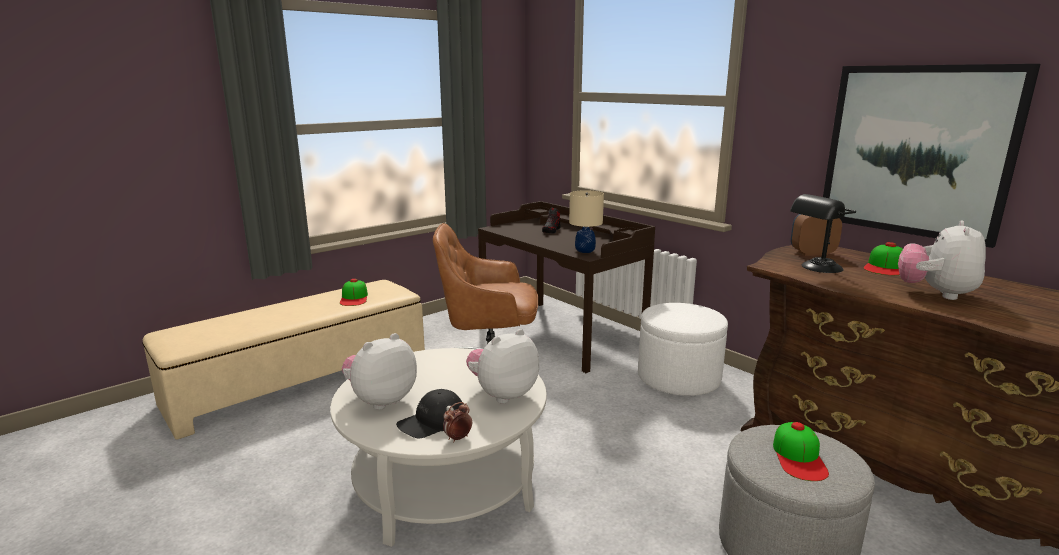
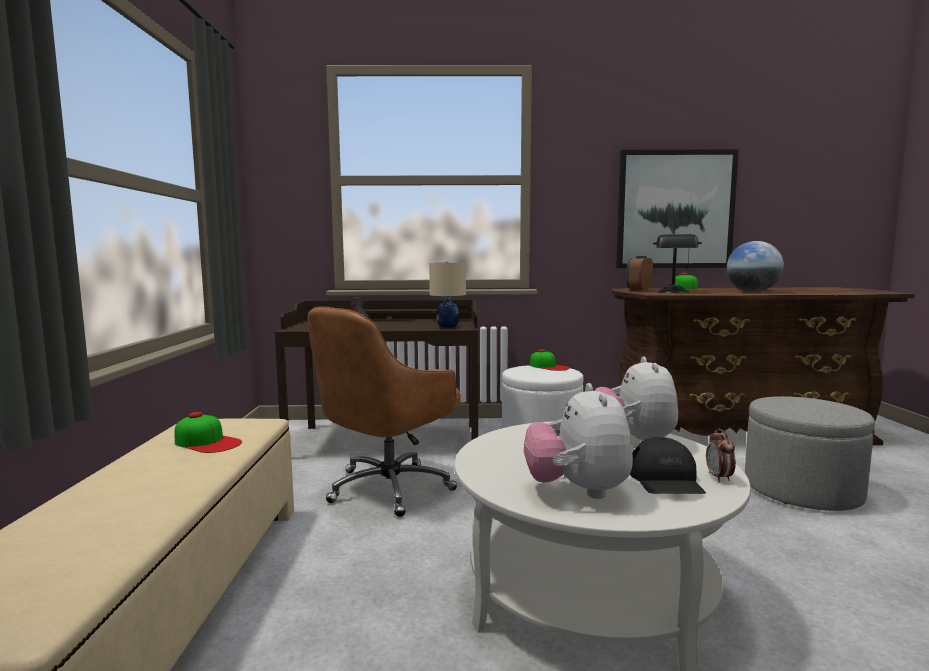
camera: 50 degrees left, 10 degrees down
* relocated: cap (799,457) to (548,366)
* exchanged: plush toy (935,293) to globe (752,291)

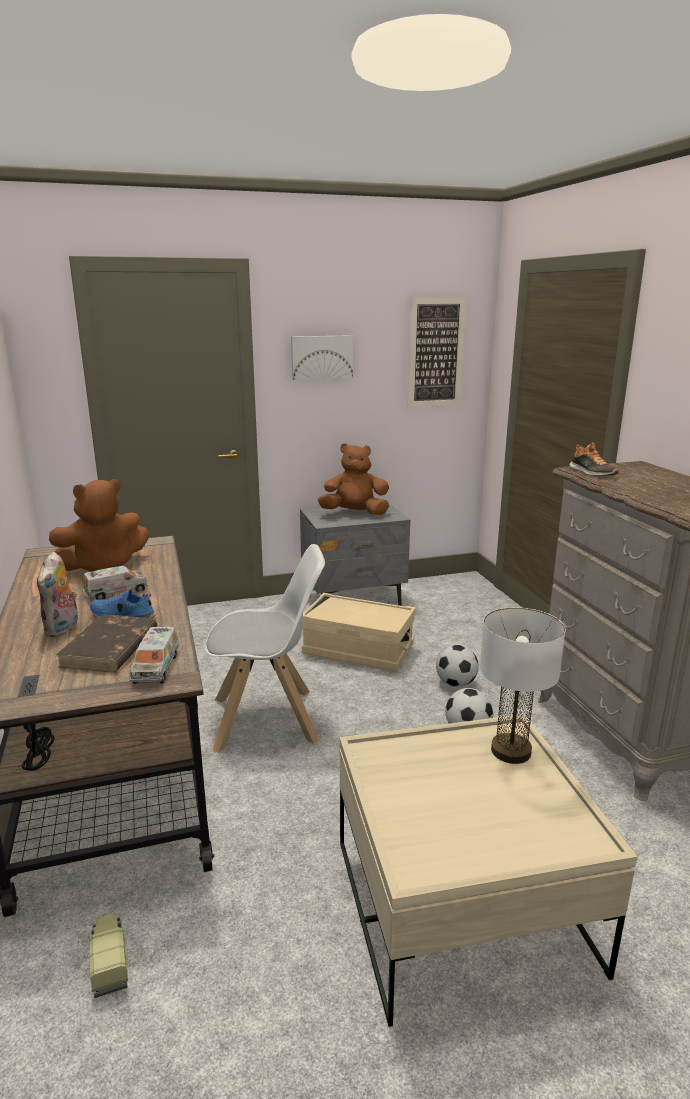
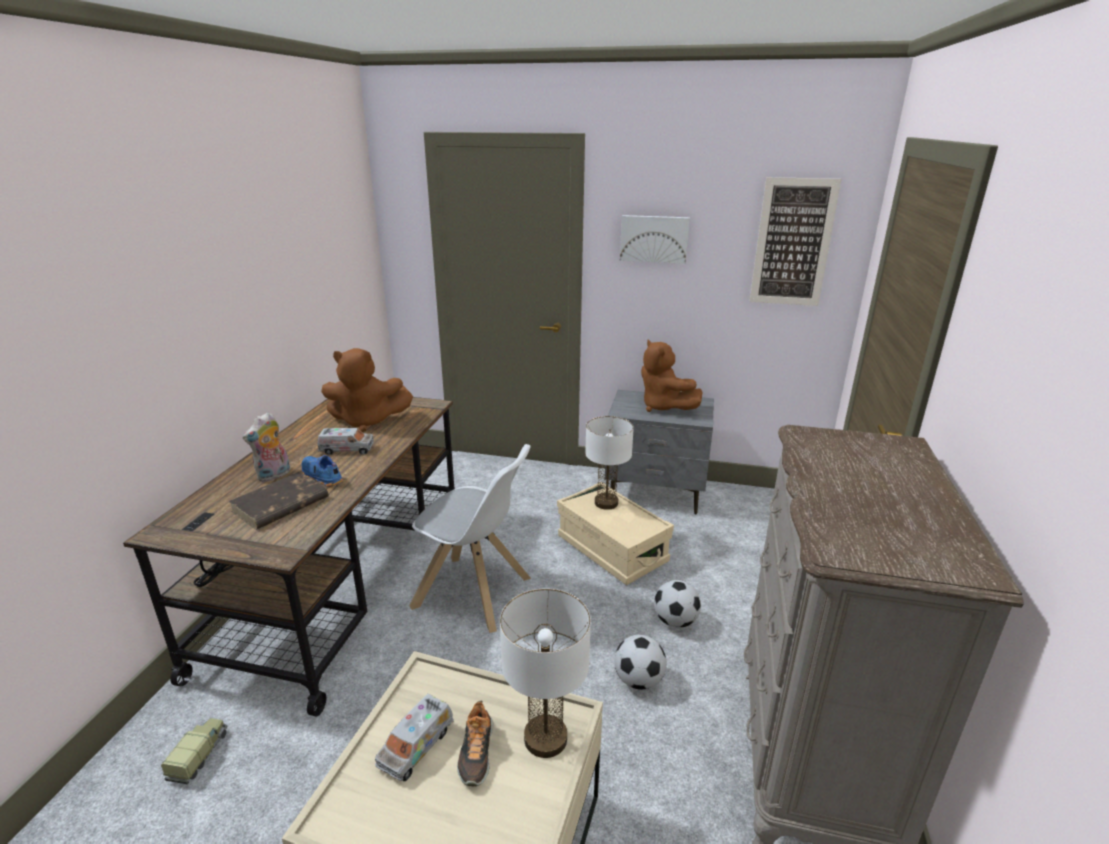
camera: 30 degrees right, 5 degrees up
* appeared: table lamp (606,502)
* relocated: toy truck (156,667) to (416,746)
* relocated: shoe (591,473) to (476,753)
* spun: brown plush toy (355,513) = (663,407) 150 degrees counterclockwise

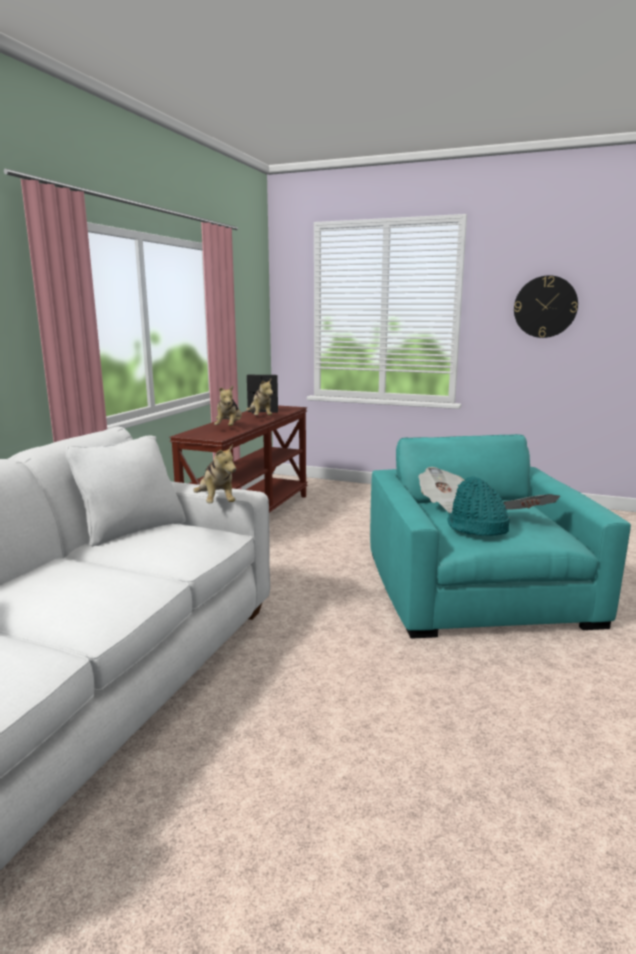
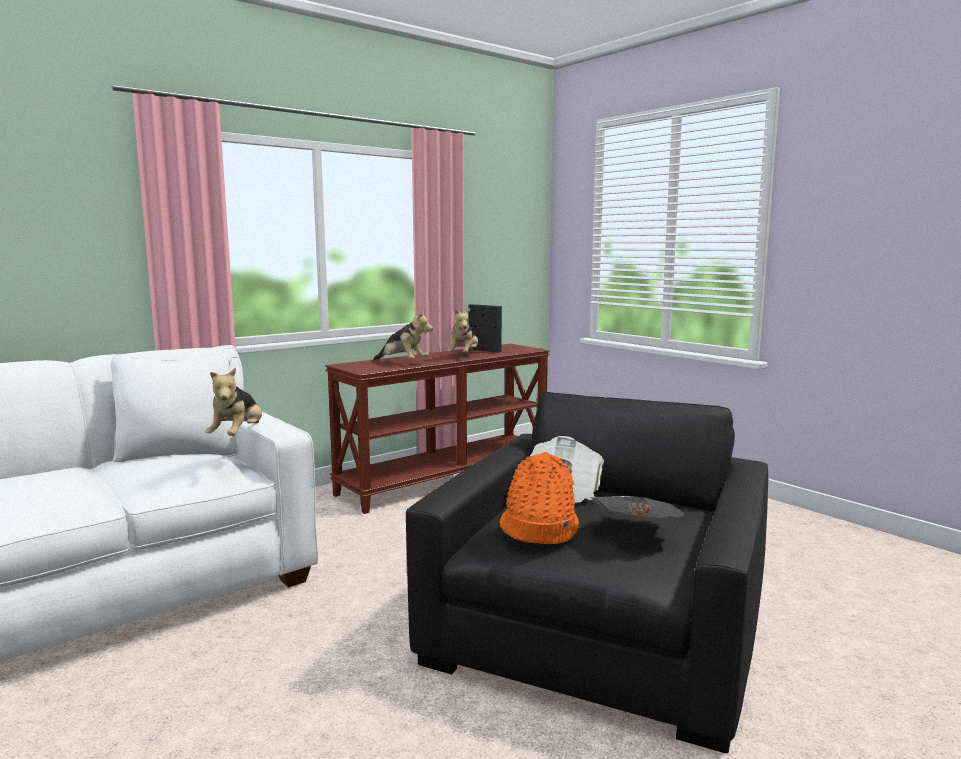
camera: 30 degrees right, 5 degrees down
* missing: wall clock (545,307)
* colour: turquoise armchair (476,587) to black armchair (599,627)
* colour: turquoise hat (476,528) to orange hat (538,529)
* spun: plush toy (229,428) = (403,362) 90 degrees counterclockwise

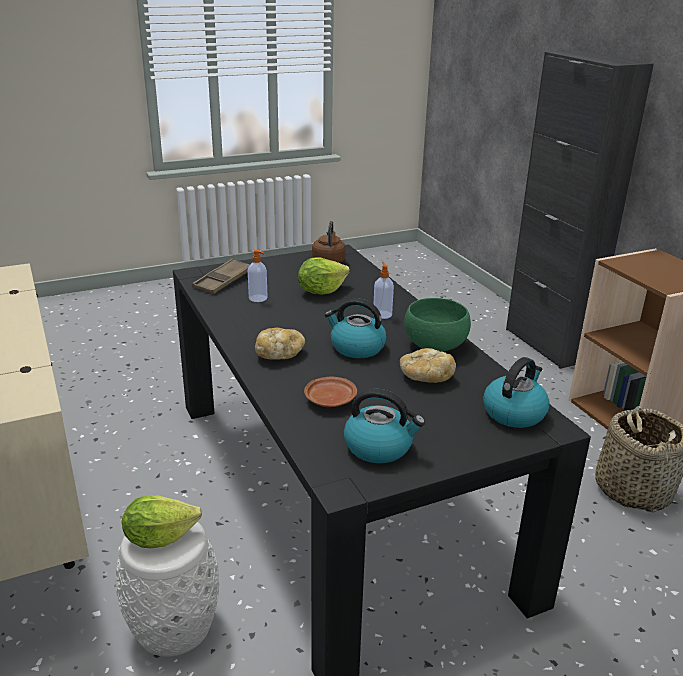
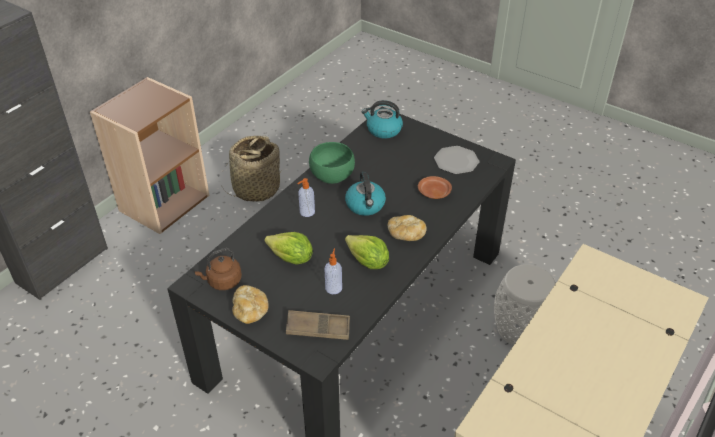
camera: 120 degrees left, 15 degrees up
* relocated: lettuce (159,537) to (368,262)
* relocated: bread (425,377) to (250,311)
* exchanged: kettle (379,447) to plate (456,161)

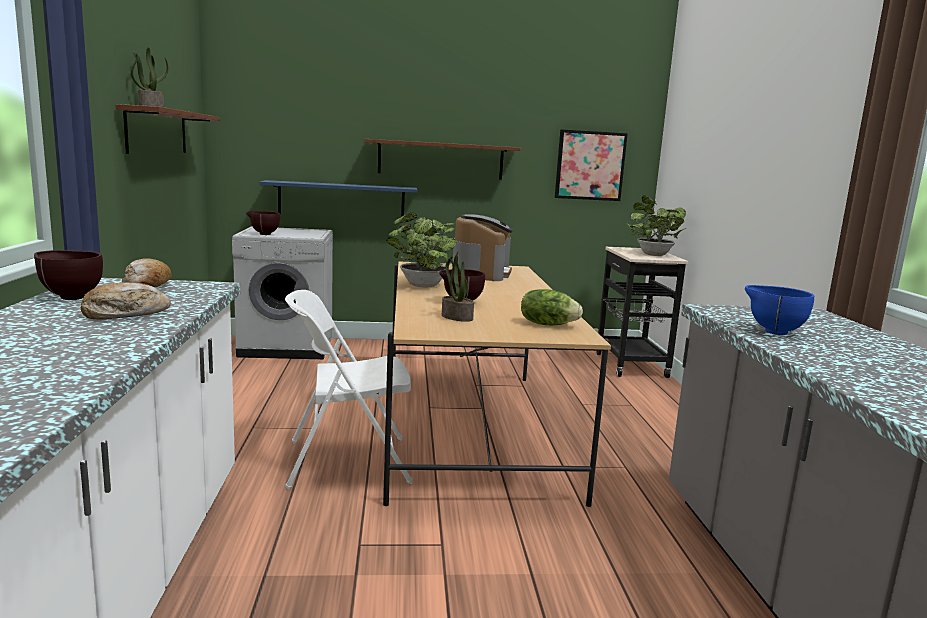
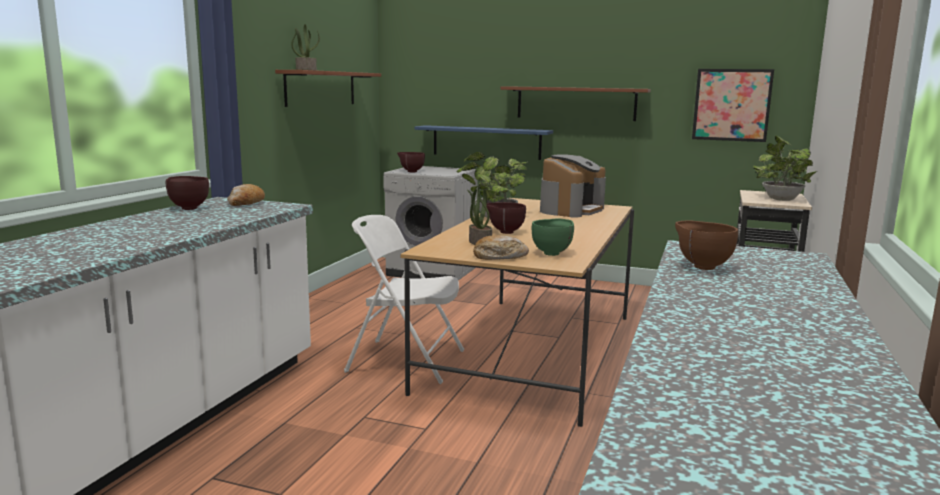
camera: 25 degrees right, 0 degrees up
* relocated: bread (125,314) to (499,256)
* exchanged: lettuce (547,324) to green bowl (553,253)
* colour: blue bowl (772,332) to brown bowl (701,267)

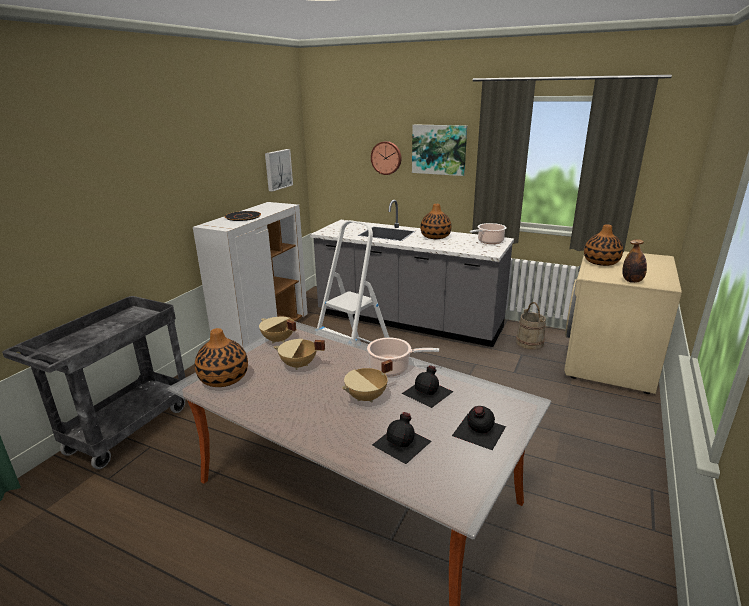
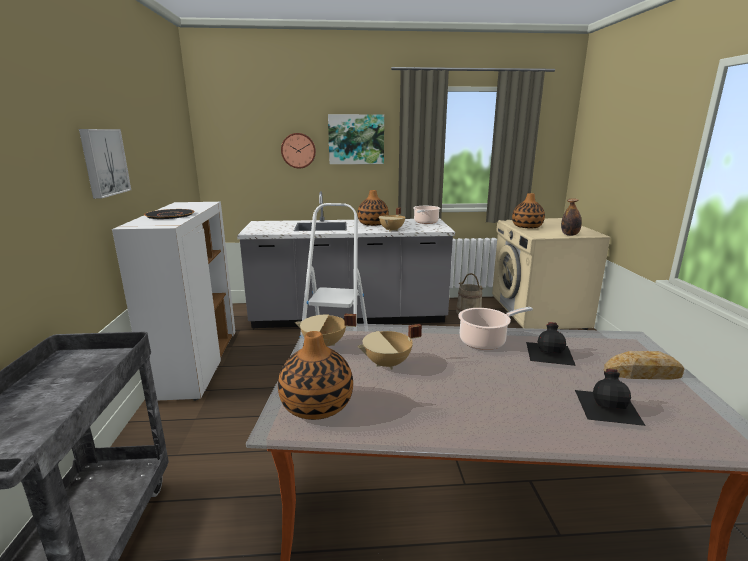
camera: 30 degrees left, 5 degrees down
* relocated: picture (277,169) to (103,162)
* relocated: beige cooking pot (367,397) to (392,230)
* exchanged: black bottle (478,431) to bread (642,373)

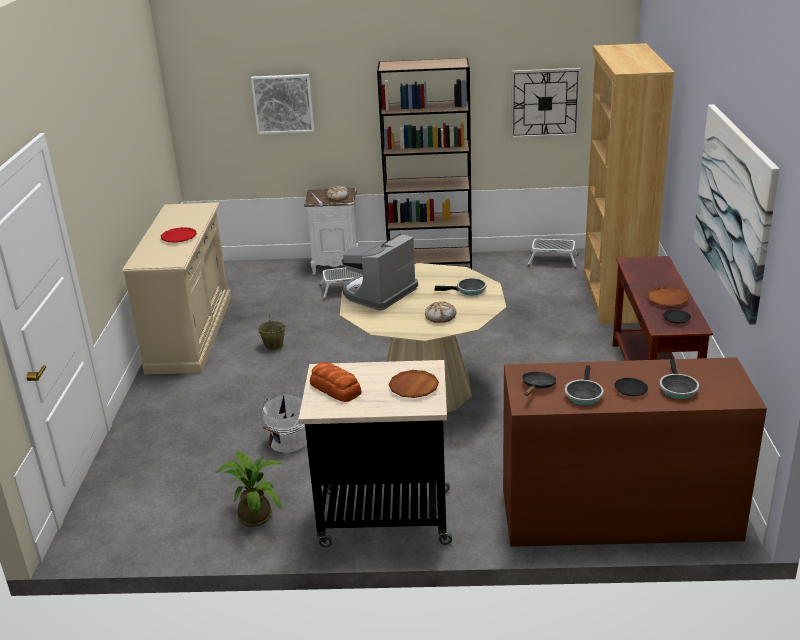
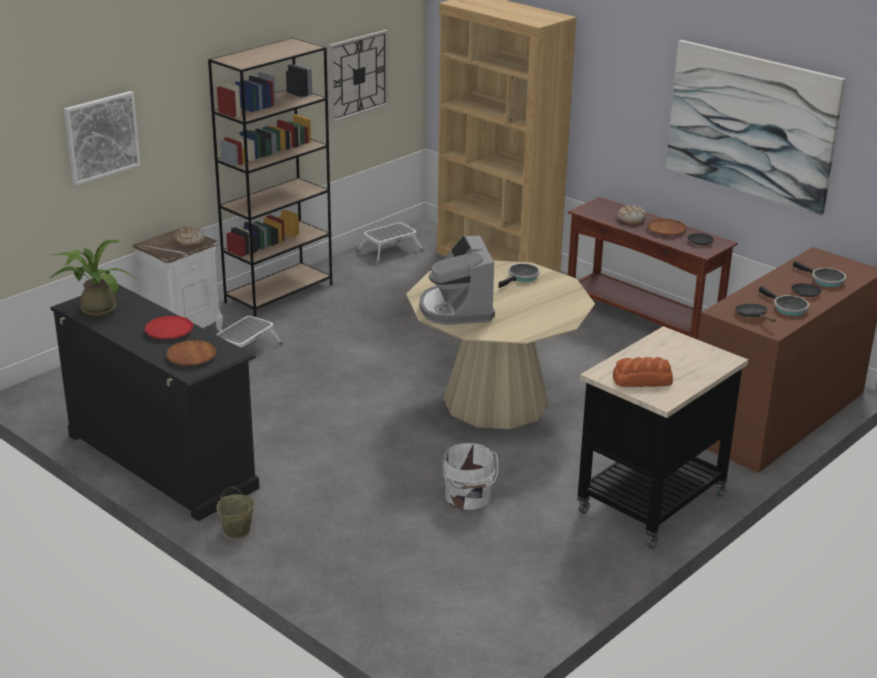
camera: 50 degrees left, 0 degrees up
* relocated: potted plant (255,514) to (95,308)
* relocated: beige bucket (273,346) to (236,531)
* relocated: brown plate (413,387) to (191,356)
* relocated: bread (440,316) to (631,219)
* colour: beige cabinet (190,333) to black cabinet (161,461)

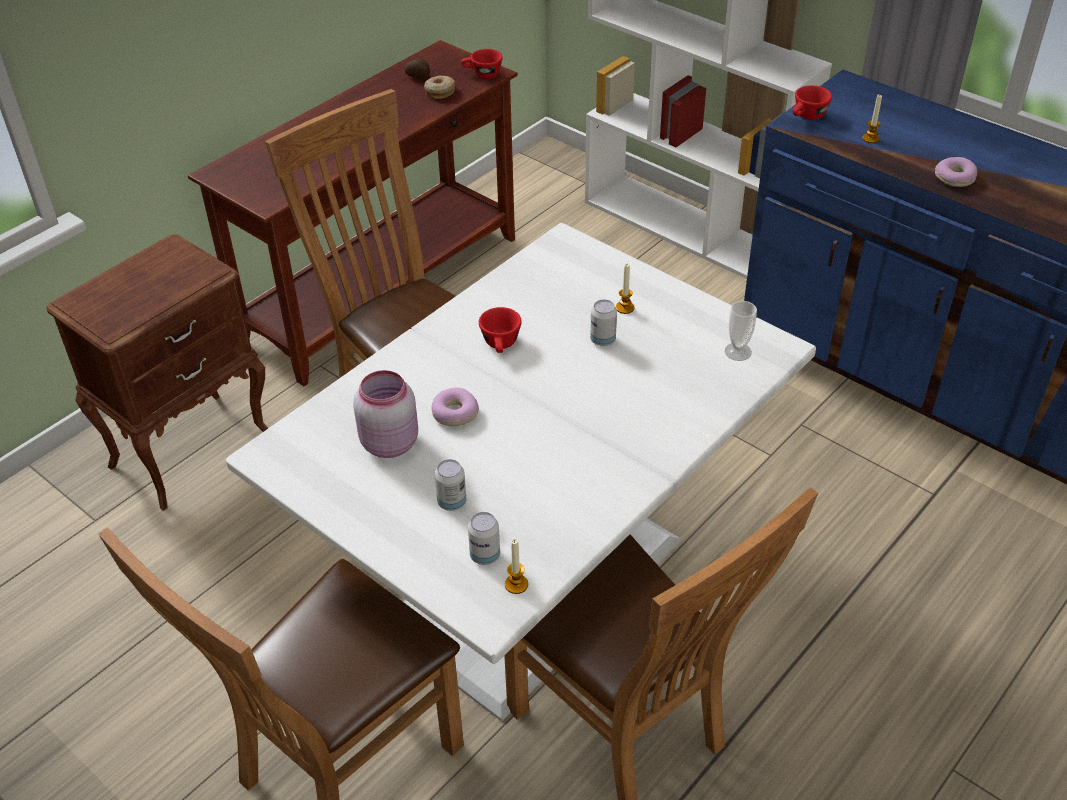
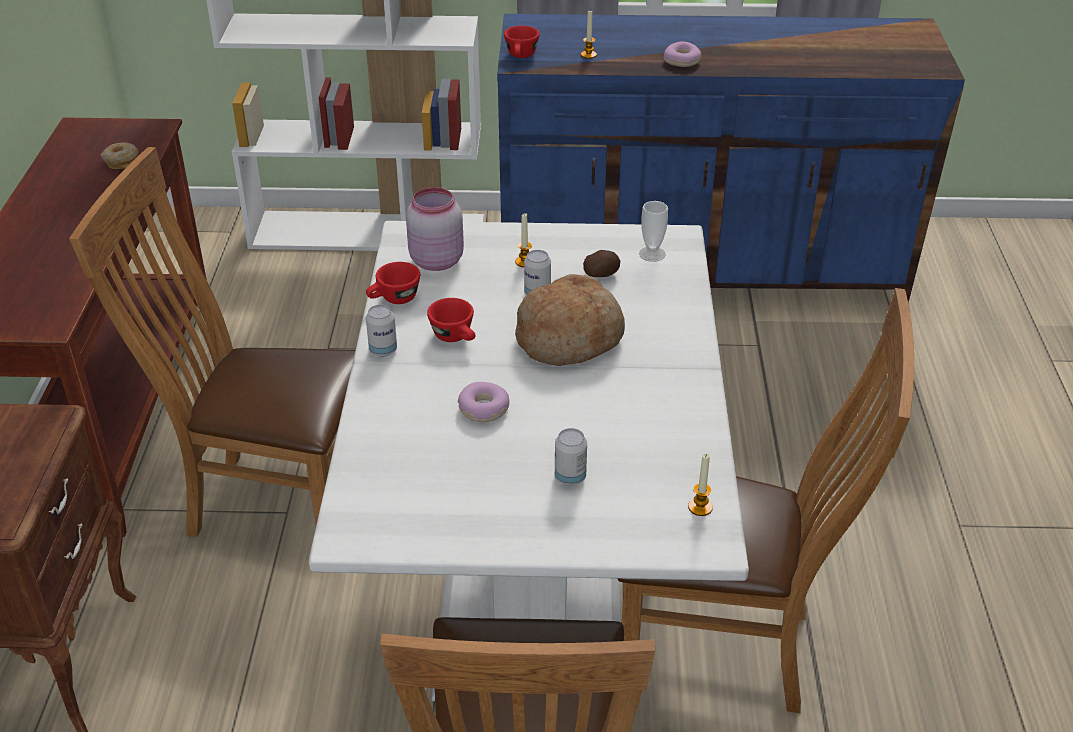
camera: 40 degrees left, 5 degrees down
* appeared: bread (569,337)
* relocated: pink jar (389,442) to (435,260)
* relocated: potato (418,77) to (601,275)
* relocated: red cup (482,75) to (394,299)
* relocated: can (485,555) to (383,350)

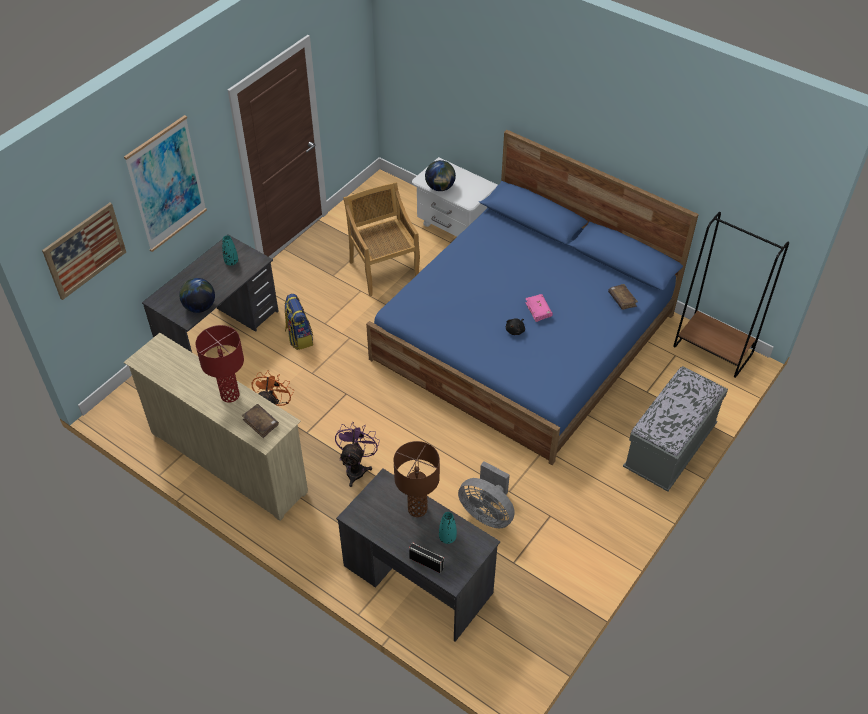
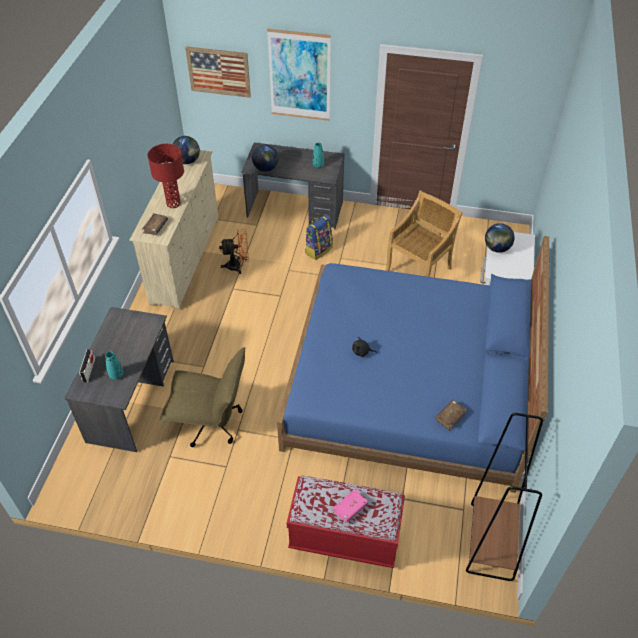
camera: 65 degrees right, 0 degrees up
* missing: purple fan (357,468)
* missing: brown table lamp (417,509)
* appeared: globe (187,161)
* relocated: pink book (538,310) to (350,508)
* exchanged: grey fan (487,513) to beige office chair (210,422)
* colour: grey bench (669,448) to red bench (344,537)

